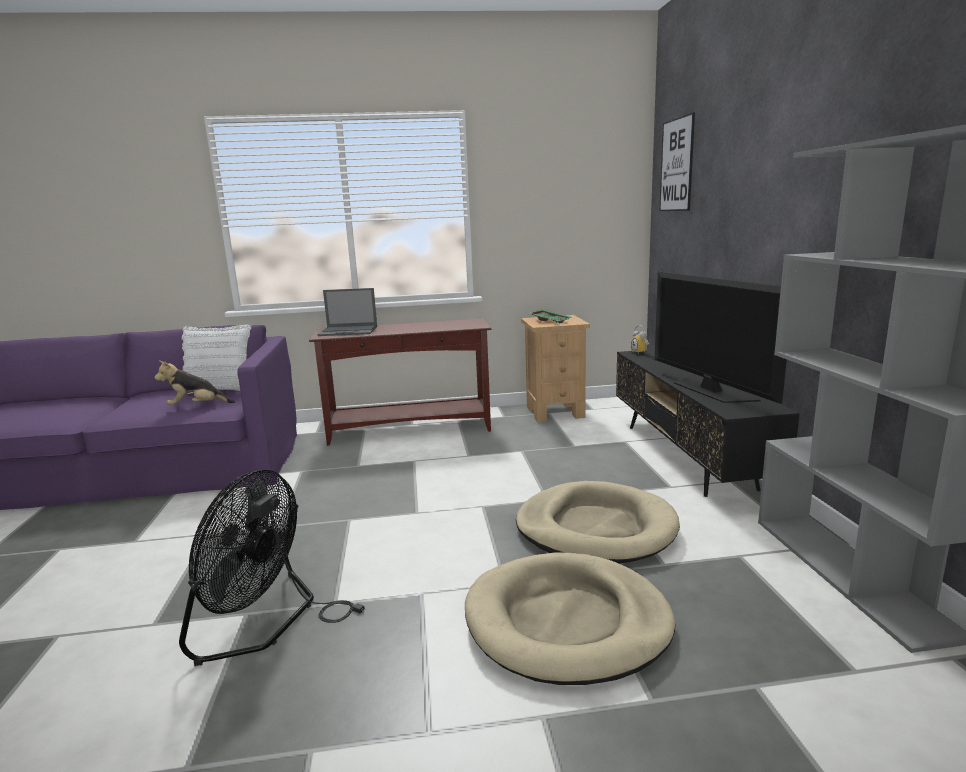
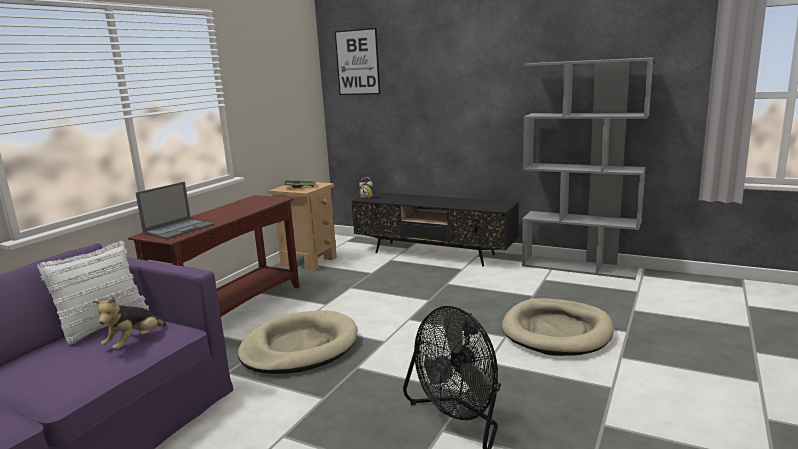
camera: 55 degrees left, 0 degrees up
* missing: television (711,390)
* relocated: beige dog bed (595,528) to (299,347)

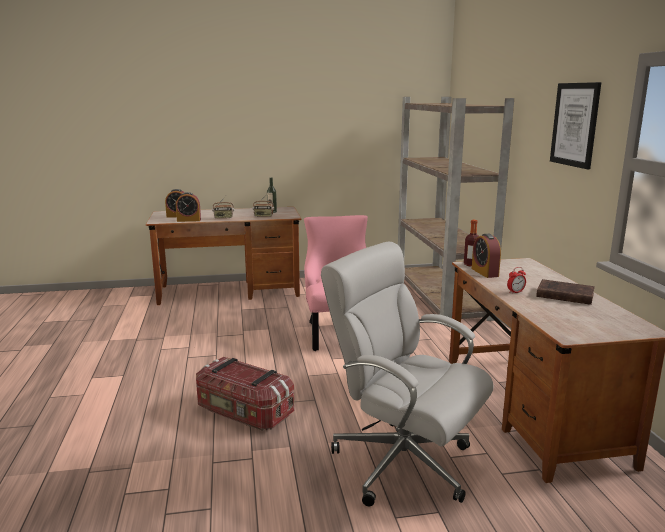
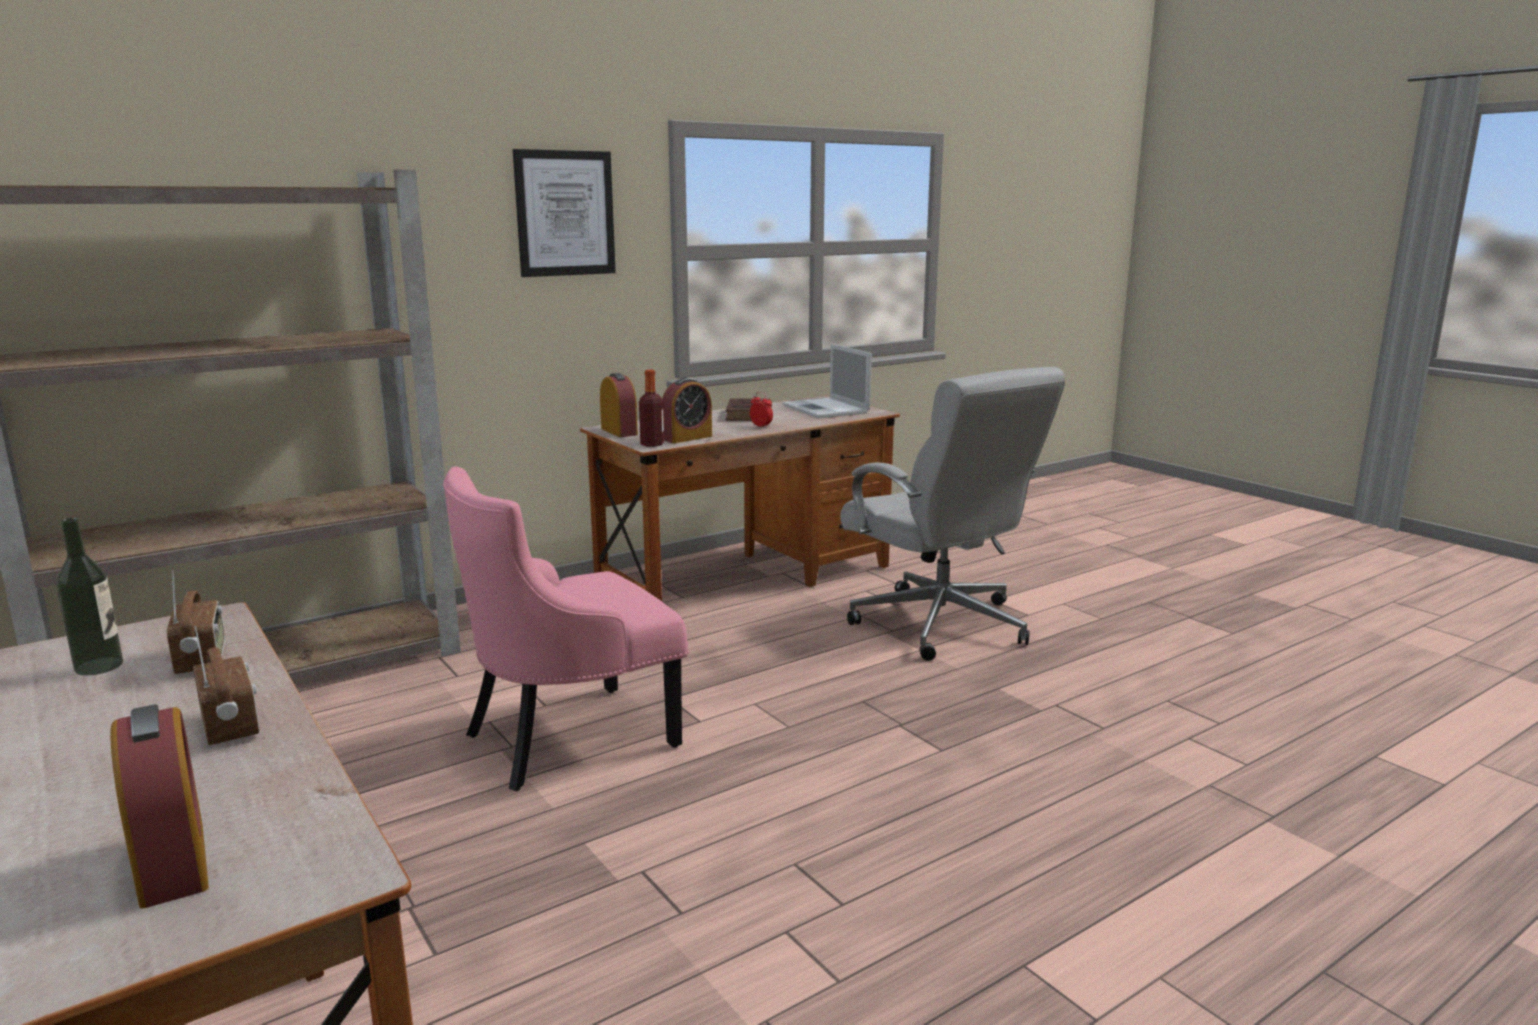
camera: 115 degrees left, 0 degrees up
* missing: storage box (244,413)
* appeared: laptop (826,409)
* relocated: alarm clock (189,220) to (619,431)
* spun: grey office chair (403,464) = (940,623) 45 degrees counterclockwise

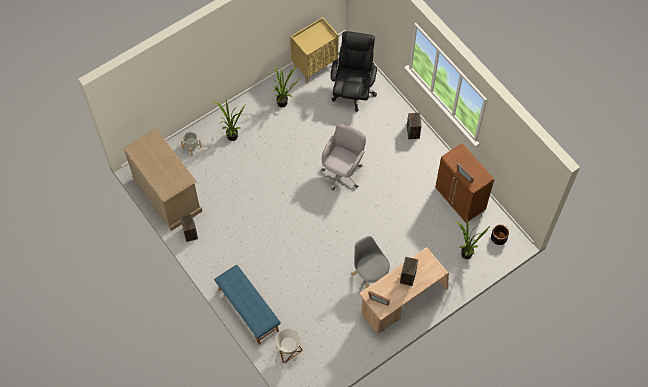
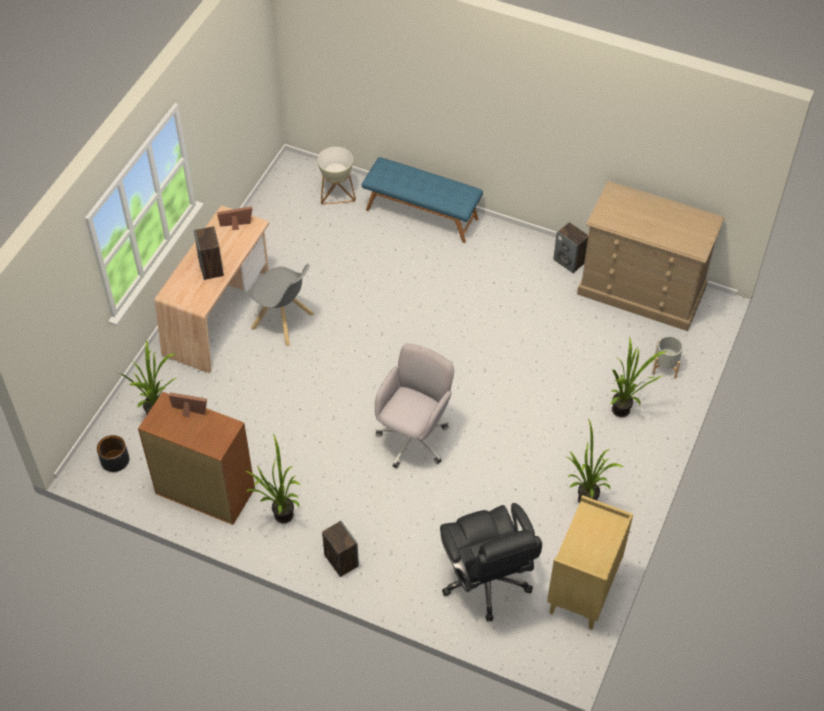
camera: 150 degrees right, 10 degrees down
* appeared: potted plant (279,518)
* spun: grey office chair (343,173) = (414,439) 150 degrees counterclockwise

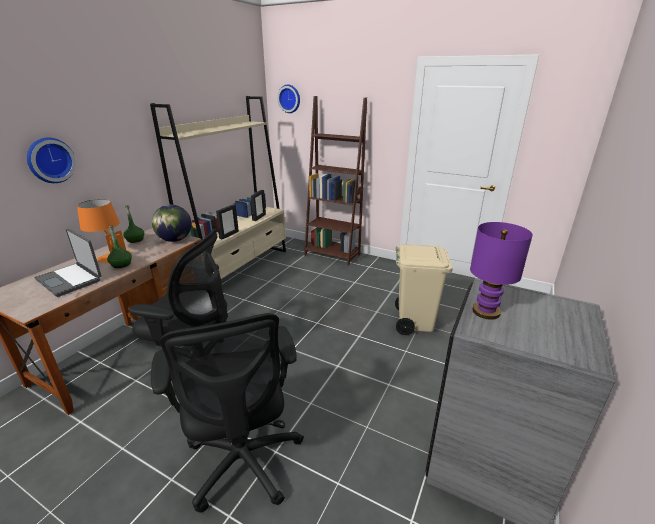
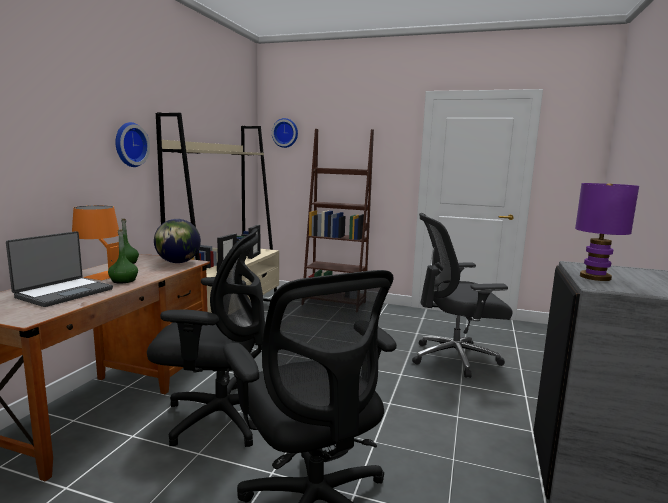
camera: 10 degrees left, 15 degrees down
* relocated: wall clock (49,160) to (129,144)
* exchanged: beige trash can (414,322) to office chair (455,358)
* spun: laptop (70,279) = (64,293) 90 degrees counterclockwise

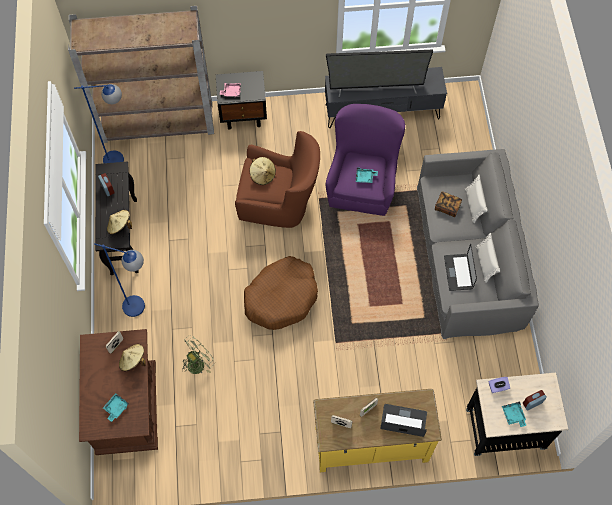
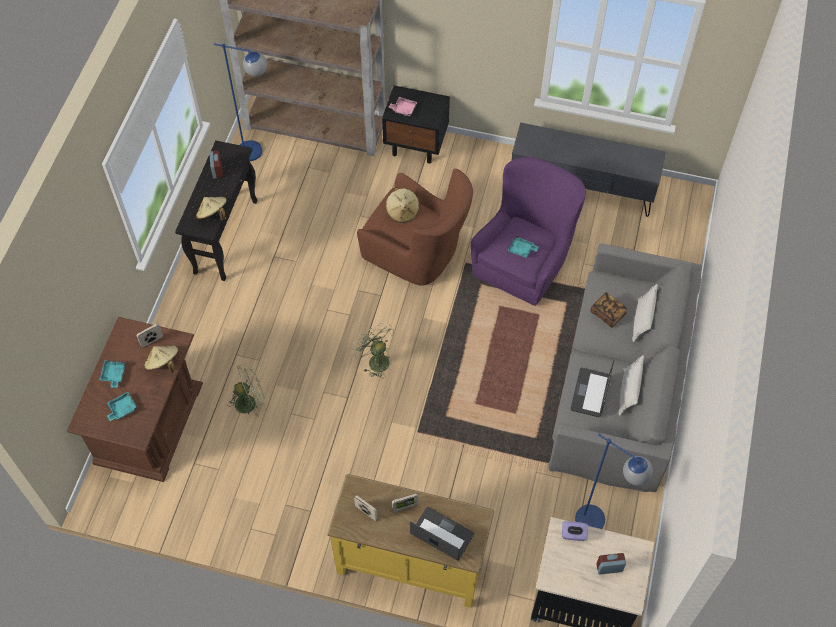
camera: 20 degrees right, 5 degrees down
* missing: television (376,88)
* relocated: blue floor lamp (141,308) to (599,525)
* relocated: turquoise tray (513,415) to (113,375)
* exchanged: brown dog bed (281,297) to green fan (375,360)

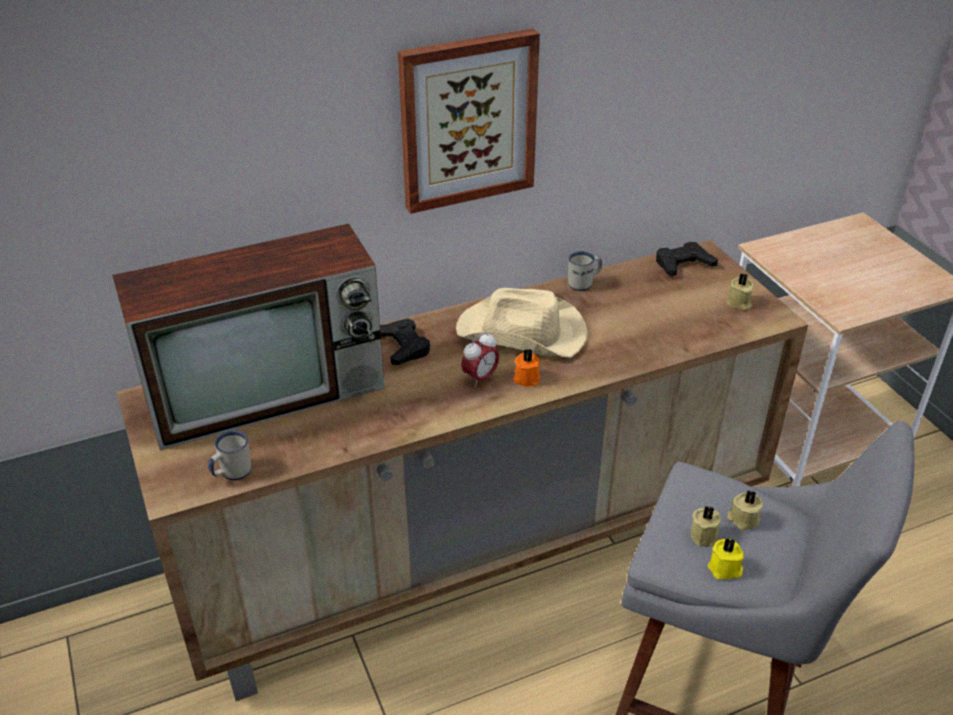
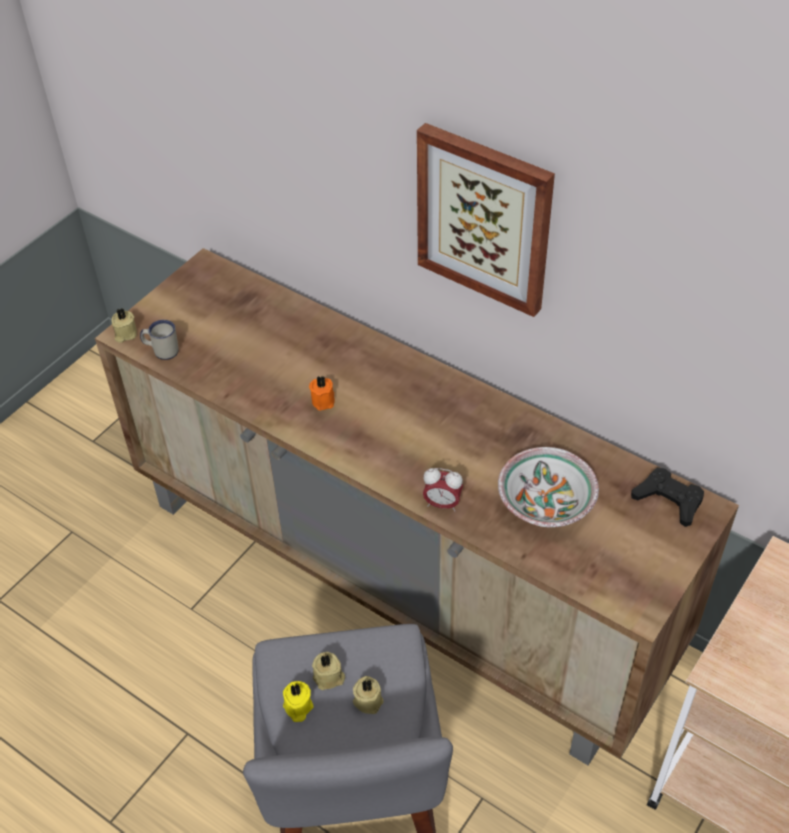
camera: 60 degrees right, 10 degrees up
* missing: television (270,391)
* missing: black game controller (401,346)
* missing: beige hat (522,333)
* missing: white mug (584,283)
* appeared: bowl (546,503)
* relocated: alarm clock (480,378) to (442,504)
* relocated: orange candle (526,378) to (324,400)
* relocated: beige candle (739,303) to (125,334)

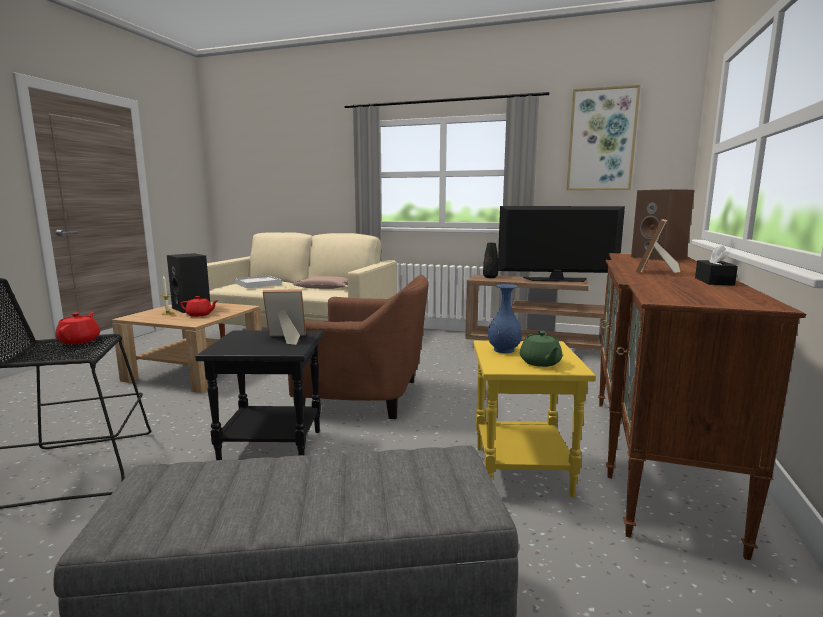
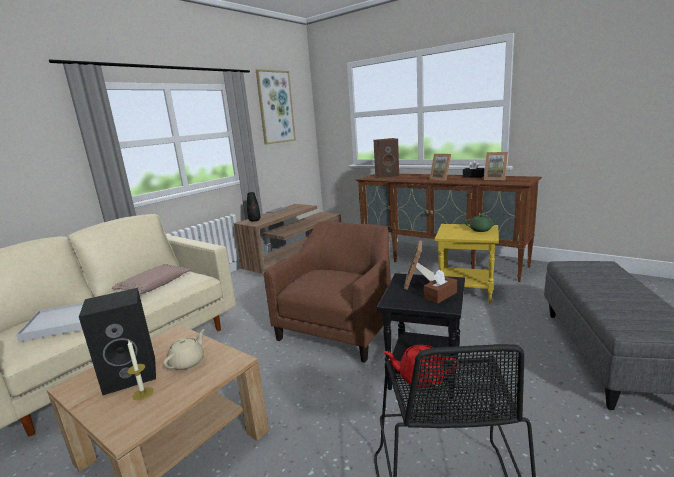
camera: 70 degrees left, 5 degrees up
* missing: blue vase (504,350)
* missing: television (556,279)
* appeared: brown tissue box (440,295)
* appeared: picture frame (495,179)
* colour: red teapot (200,315) to beige teapot (188,362)

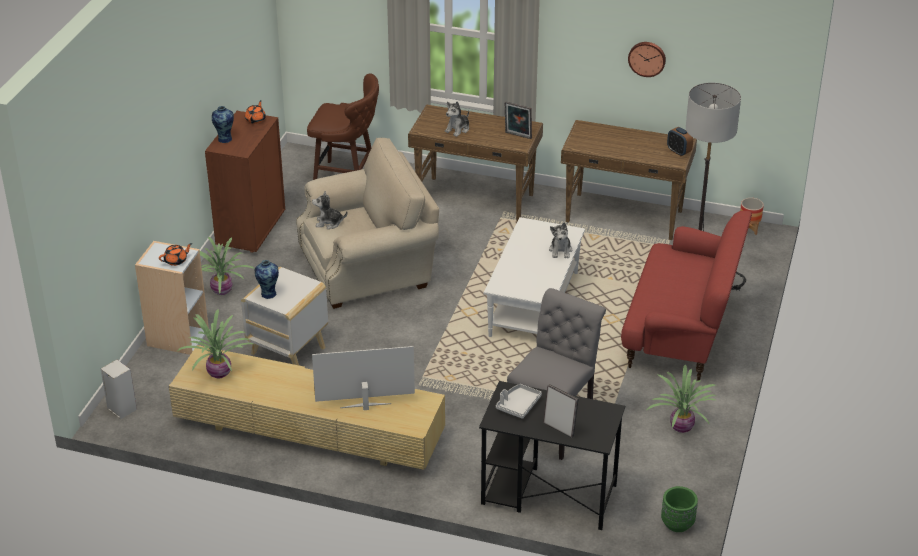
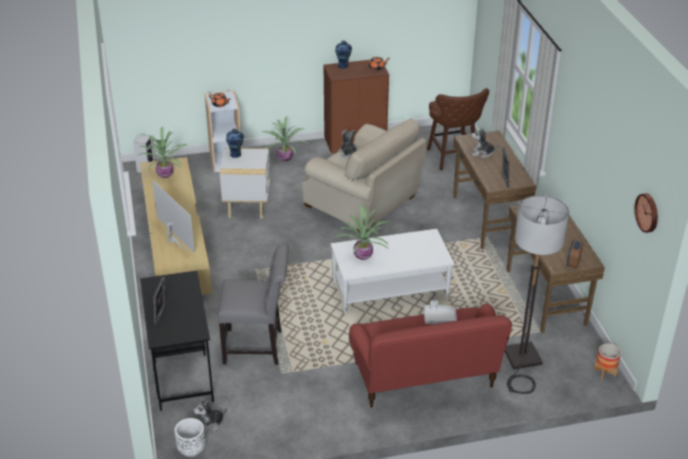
camera: 60 degrees right, 0 degrees up
* relocated: grey tray (518,405) to (439,318)
* relocated: plush toy (560,250) to (210,424)
* relocated: wall clock (647,58) to (648,212)
* relocated: potted plant (681,426) to (364,256)
* colour: green planter (677,524) to white planter (191,449)

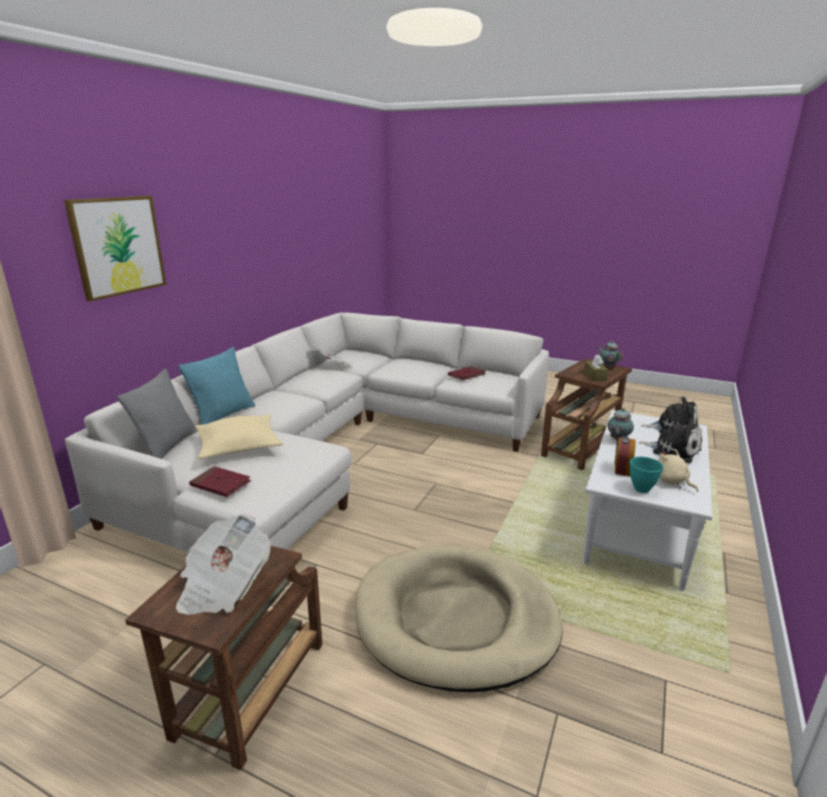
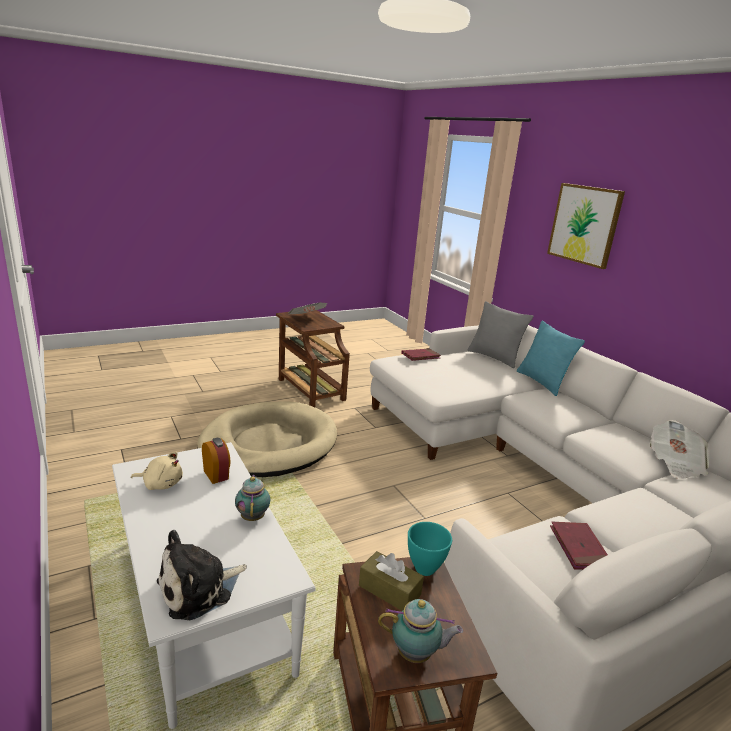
camera: 125 degrees right, 0 degrees up
* missing: beige pillow (238,445)
* missing: plush toy (673,450)
* relocated: turquoise bowl (641,489) to (425,569)

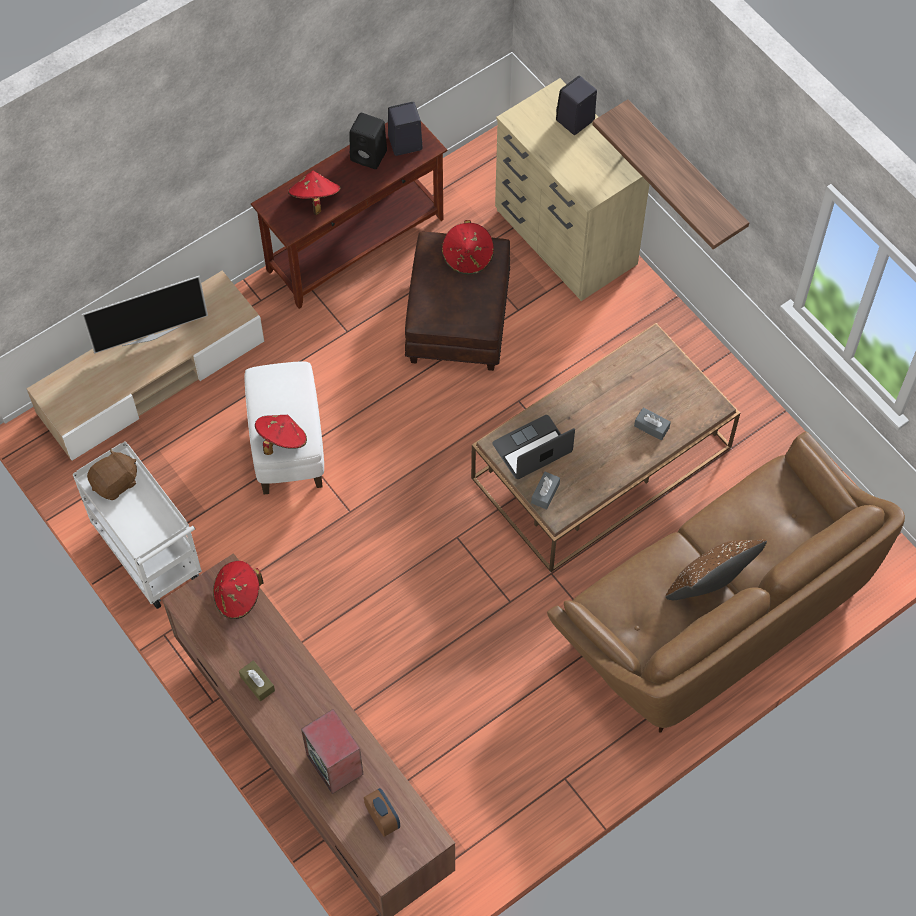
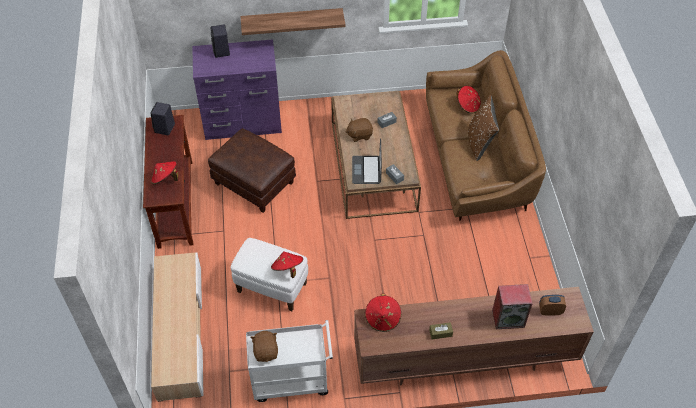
camera: 60 degrees left, 10 degrees down
* missing: television (151,335)
* missing: black speaker (370,156)
* appeared: brown plush toy (359,135)
* relocated: red hat (468,257) to (468,106)
* colour: beige dresser (564,239) to purple dresser (243,123)

